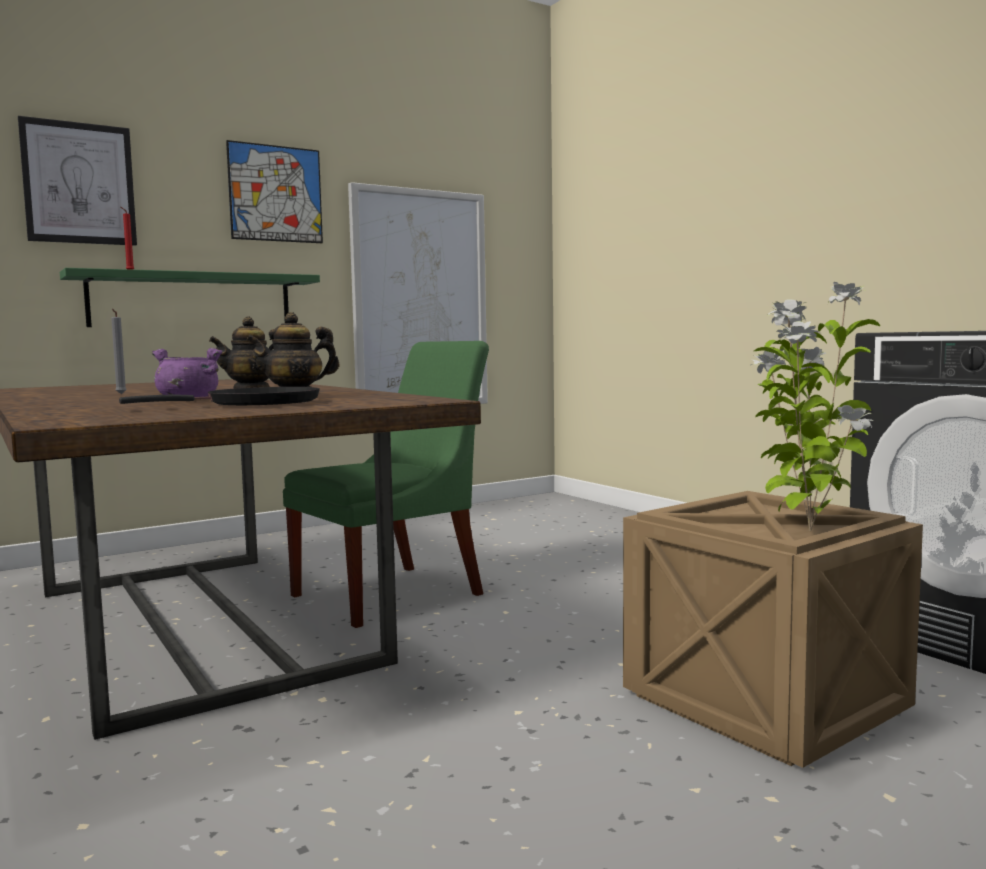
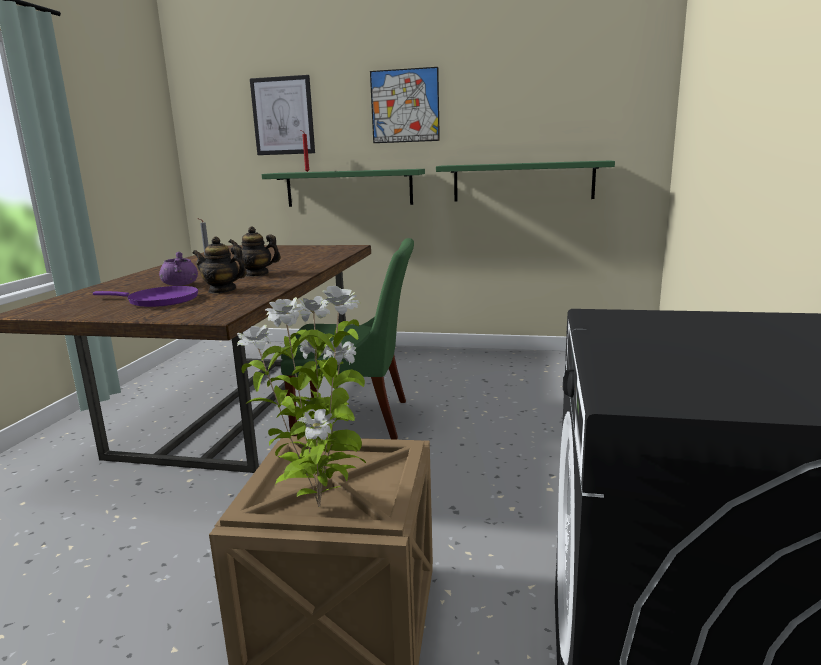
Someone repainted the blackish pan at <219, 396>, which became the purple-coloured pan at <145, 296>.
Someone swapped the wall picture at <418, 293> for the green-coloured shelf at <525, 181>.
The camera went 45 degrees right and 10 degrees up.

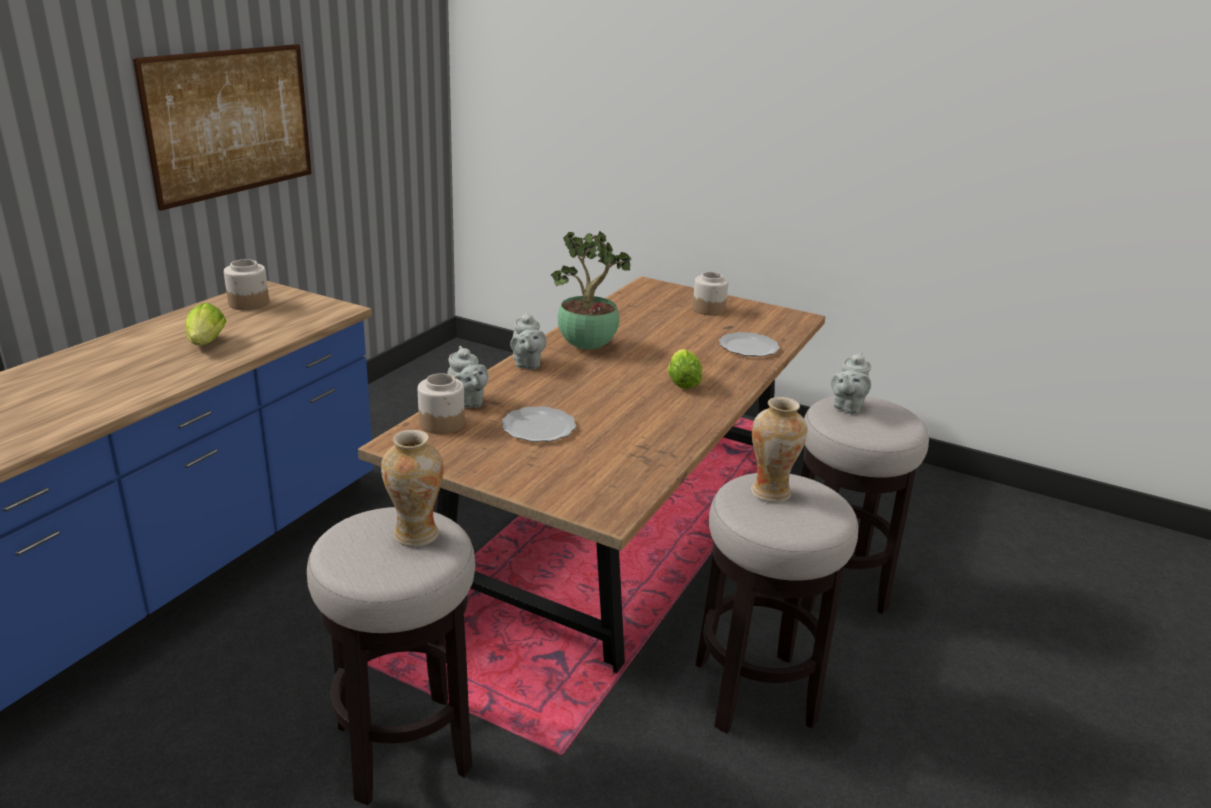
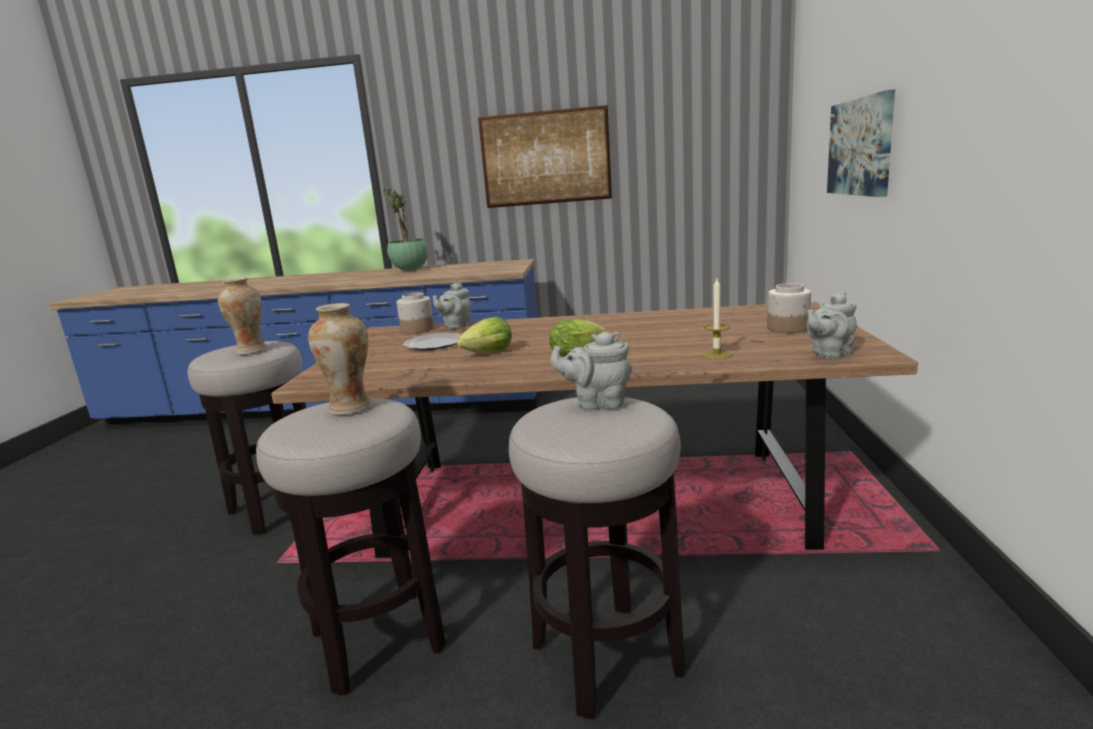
Someone carried the lettuce head from <205, 324> to <484, 335>.
Someone took away the jar at <246, 284>.
Someone carried the gray teapot from <528, 340> to <832, 325>.
Someone carried the plant in a pot from <591, 290> to <406, 230>.
Someone swapped the dinner plate at <749, 344> for the candle at <717, 318>.
Someone put up the wall picture at <861, 143>.
The camera went 70 degrees right and 10 degrees down.

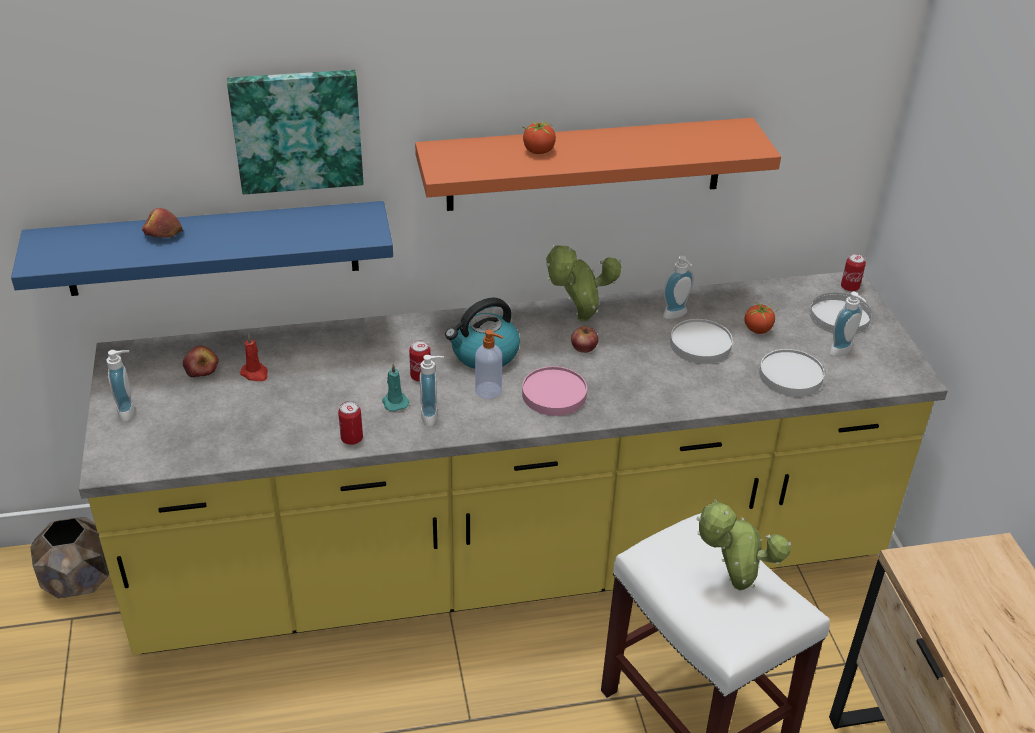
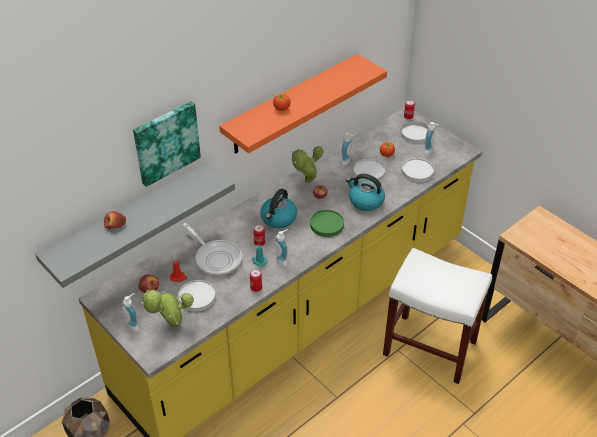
Someone repainted the blue shelf at <202, 248>, which became the gray shelf at <135, 224>.
Someone took away the soap bottle at <489, 364>.
Someone repainted the pink dinner plate at <554, 391>, which became the green-coloured dinner plate at <327, 223>.
Someone carried the plant in a pot from <743, 545> to <167, 309>.
Someone put down the white-coloured dinner plate at <197, 296>.
Someone put down the pan at <212, 249>.
Someone put down the tea kettle at <365, 192>.
The camera went 30 degrees left and 5 degrees up.

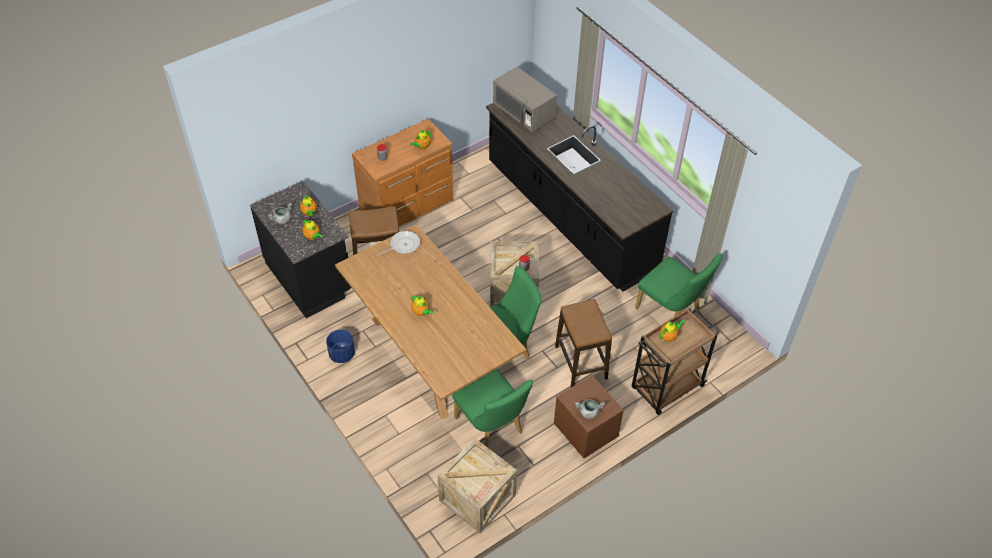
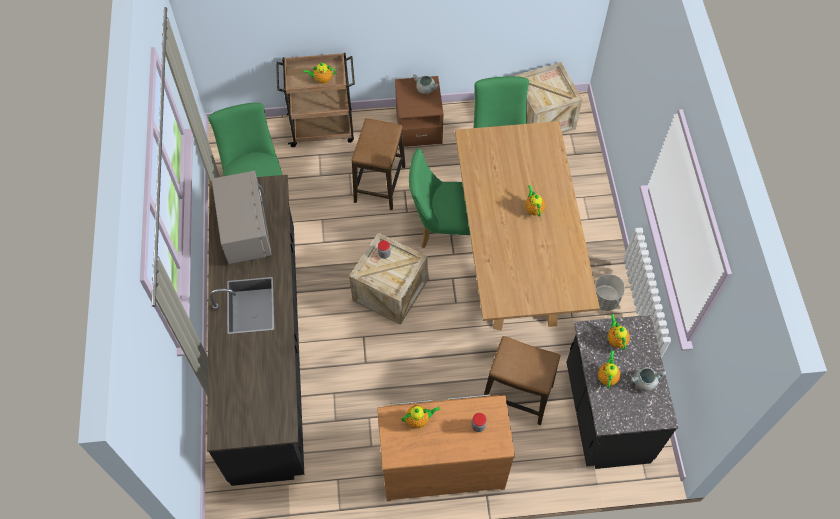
Someone repainted the blue planter at <340, 346>, which became the gray planter at <610, 292>.
Someone took away the pan at <398, 243>.
Someone carried the gray microwave from <525, 99> to <242, 217>.
The camera went 150 degrees left and 10 degrees up.

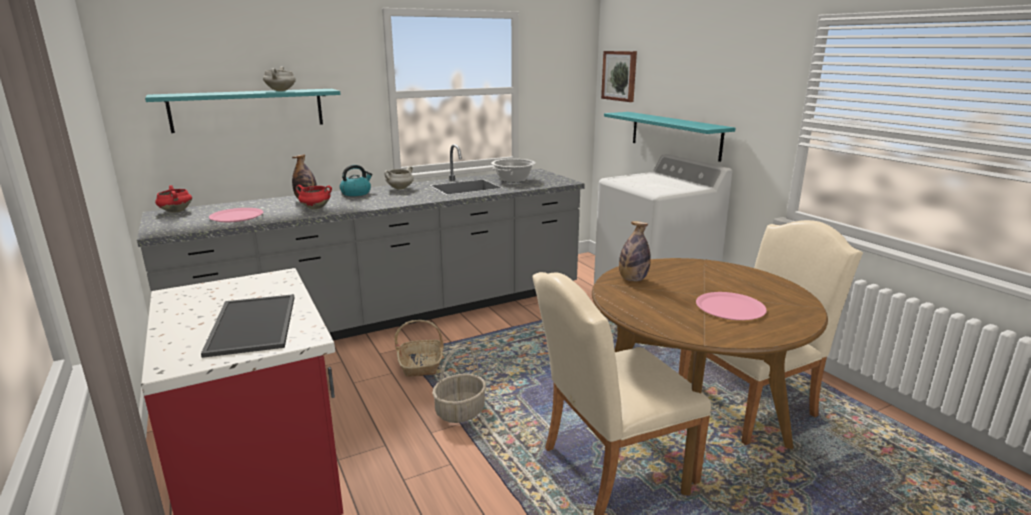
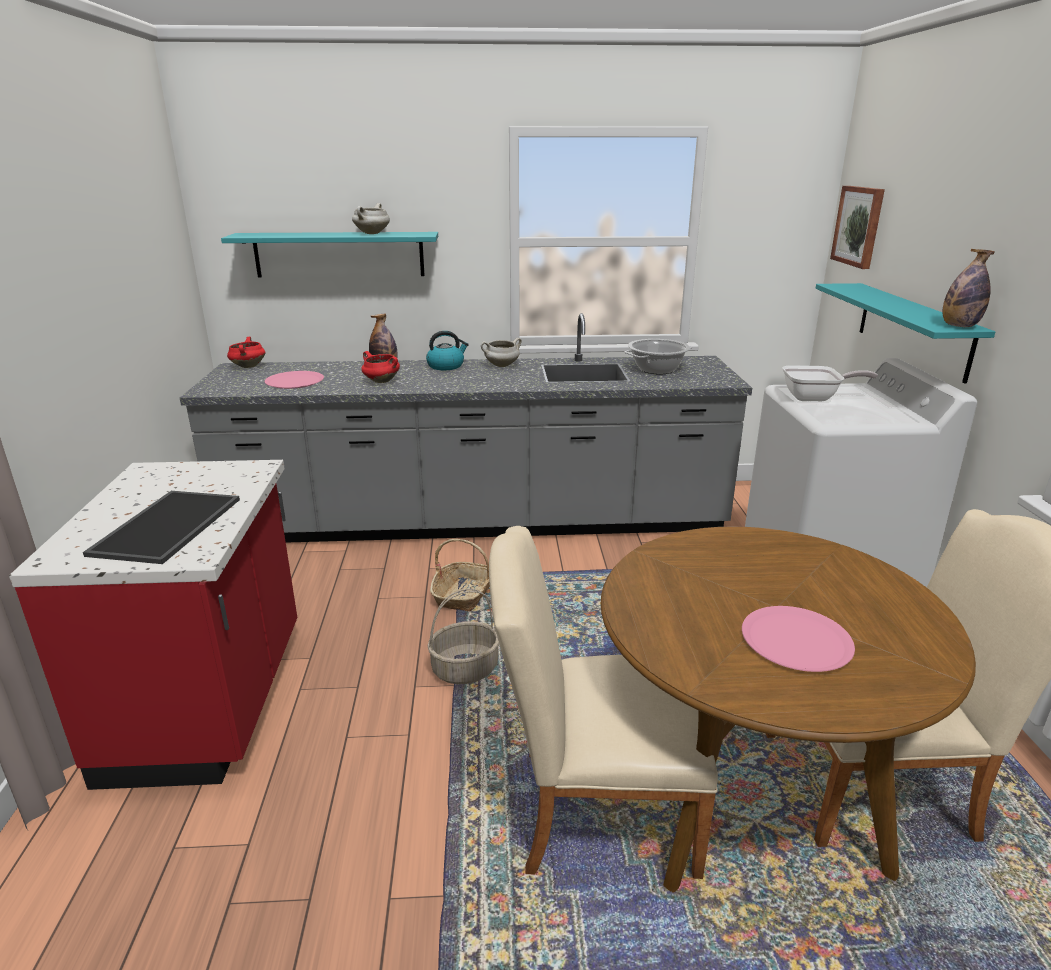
Someone carried the bottle from <635, 251> to <968, 288>.
Someone put down the pan at <830, 383>.
The camera went 25 degrees right and 5 degrees up.

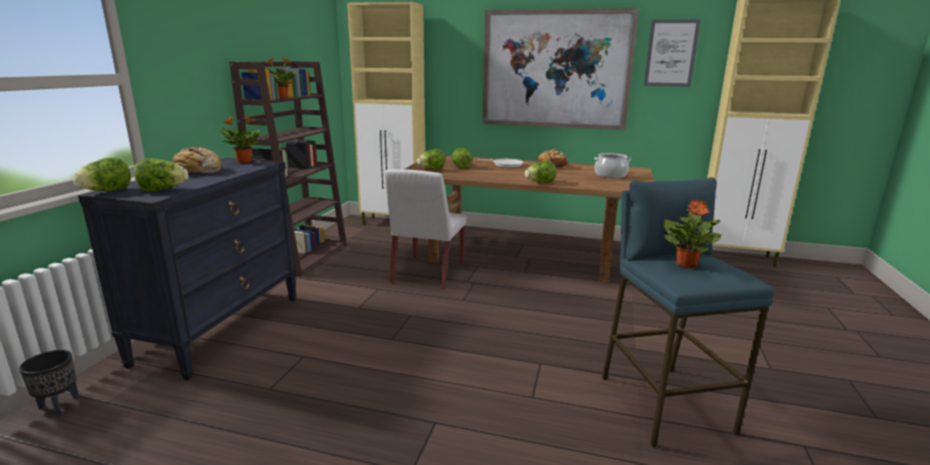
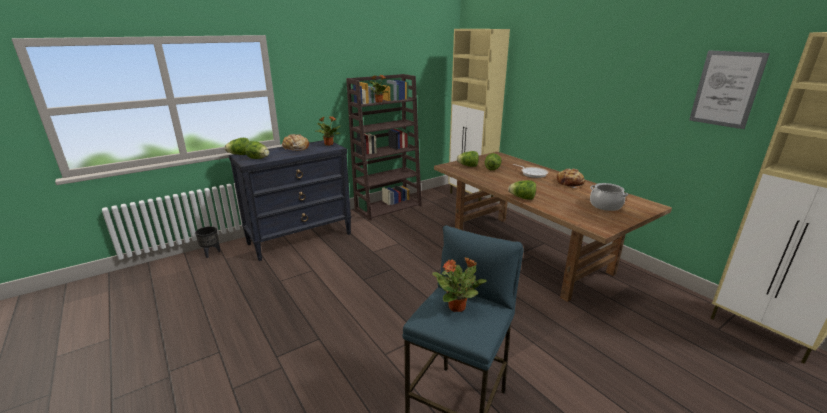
Someone took away the white-coloured upright chair at <425, 229>.
Someone took away the wall picture at <561, 69>.
The camera went 40 degrees right and 5 degrees up.

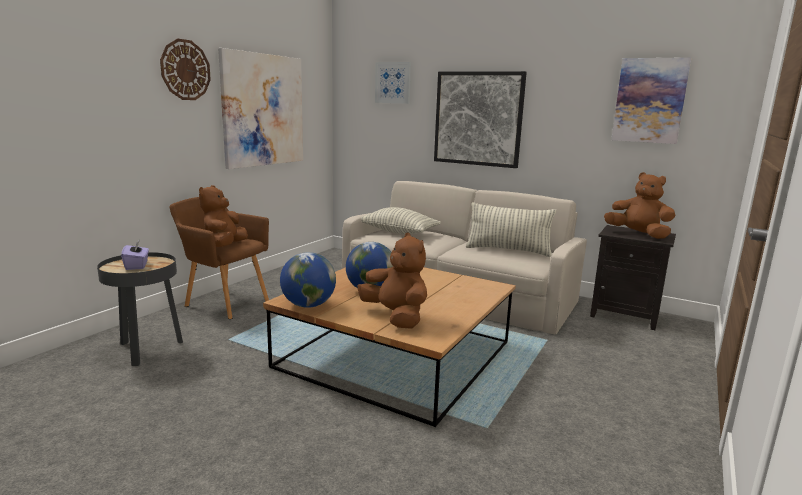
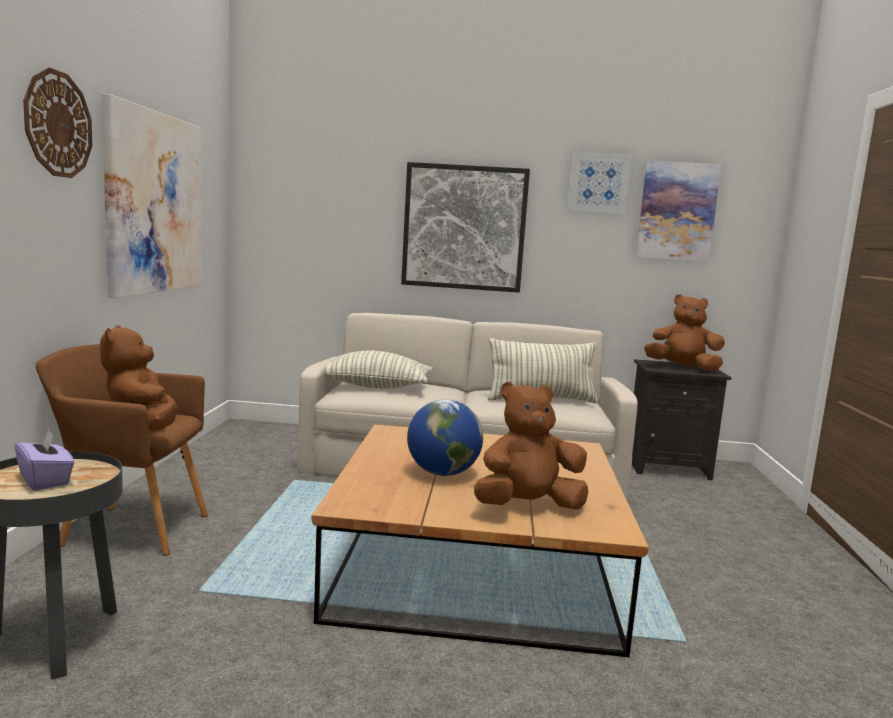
Someone took away the world globe at <308, 280>.
Someone rotated the brownish plush toy at <392, 281> by 45 degrees counterclockwise.
Someone carried the wall picture from <393, 83> to <600, 182>.
The camera went 25 degrees left and 5 degrees down.

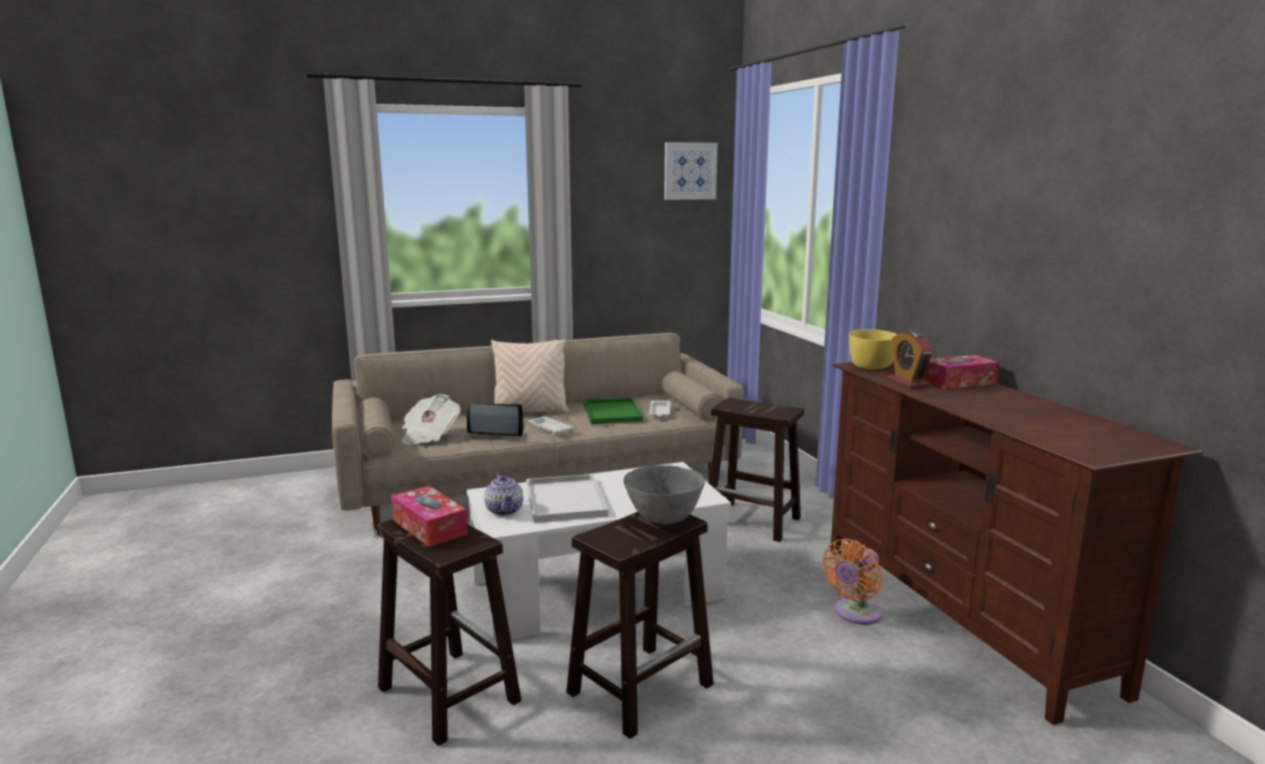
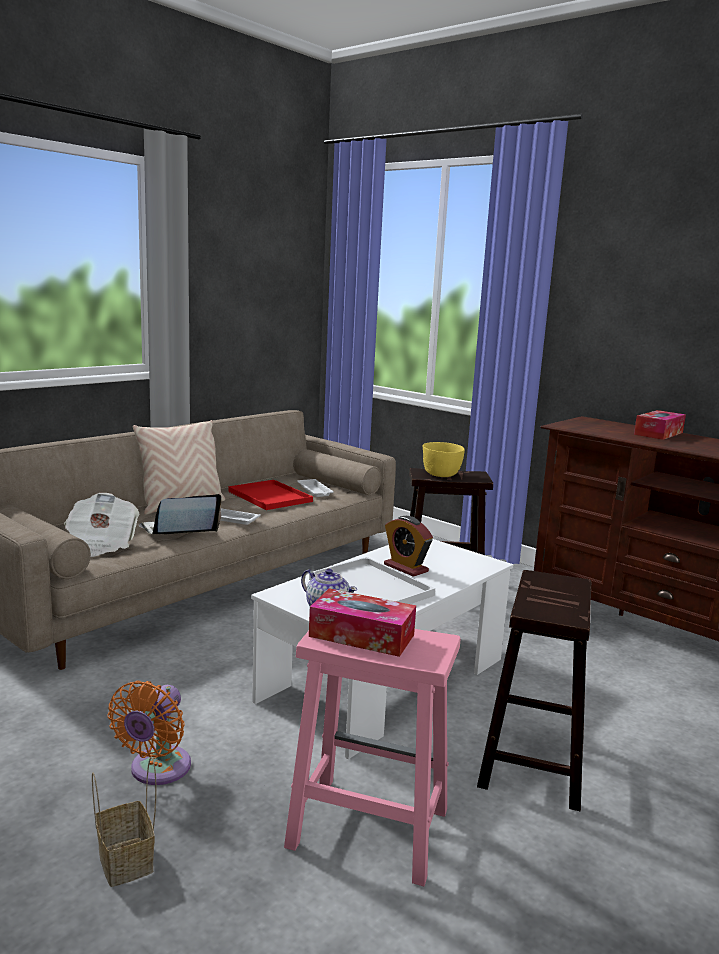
Someone repainted the brownish sitting stool at <449, 632>, which became the pink sitting stool at <372, 757>.
Someone repainted the green-coloured serving tray at <613, 411>, which became the red serving tray at <270, 495>.
Someone took away the gray bowl at <664, 494>.
Someone took away the wall picture at <691, 171>.
Someone carried the orange cooling fan from <852, 582> to <149, 733>.
Someone carried the yellow bowl from <873, 349> to <444, 459>.
Someone carried the bedside clock from <910, 359> to <408, 546>.
Someone put down the household basket at <124, 821>.
The camera went 30 degrees left and 0 degrees up.

